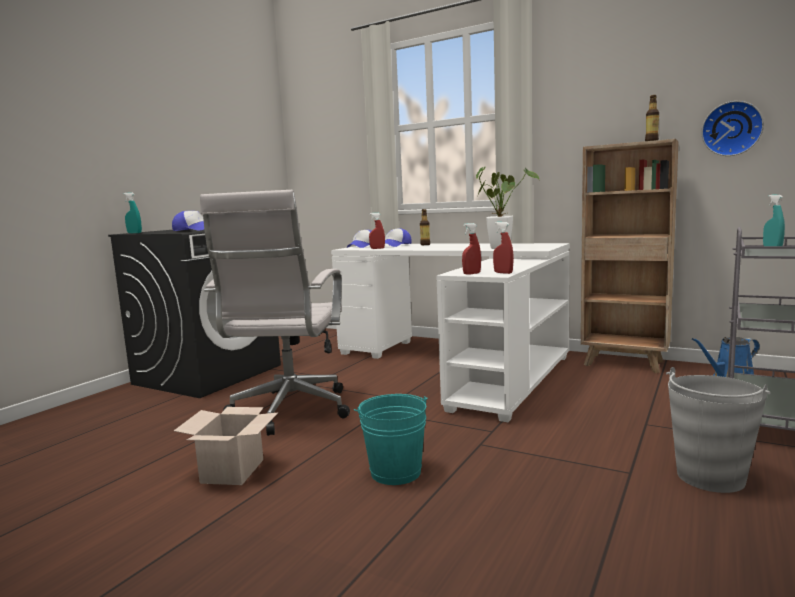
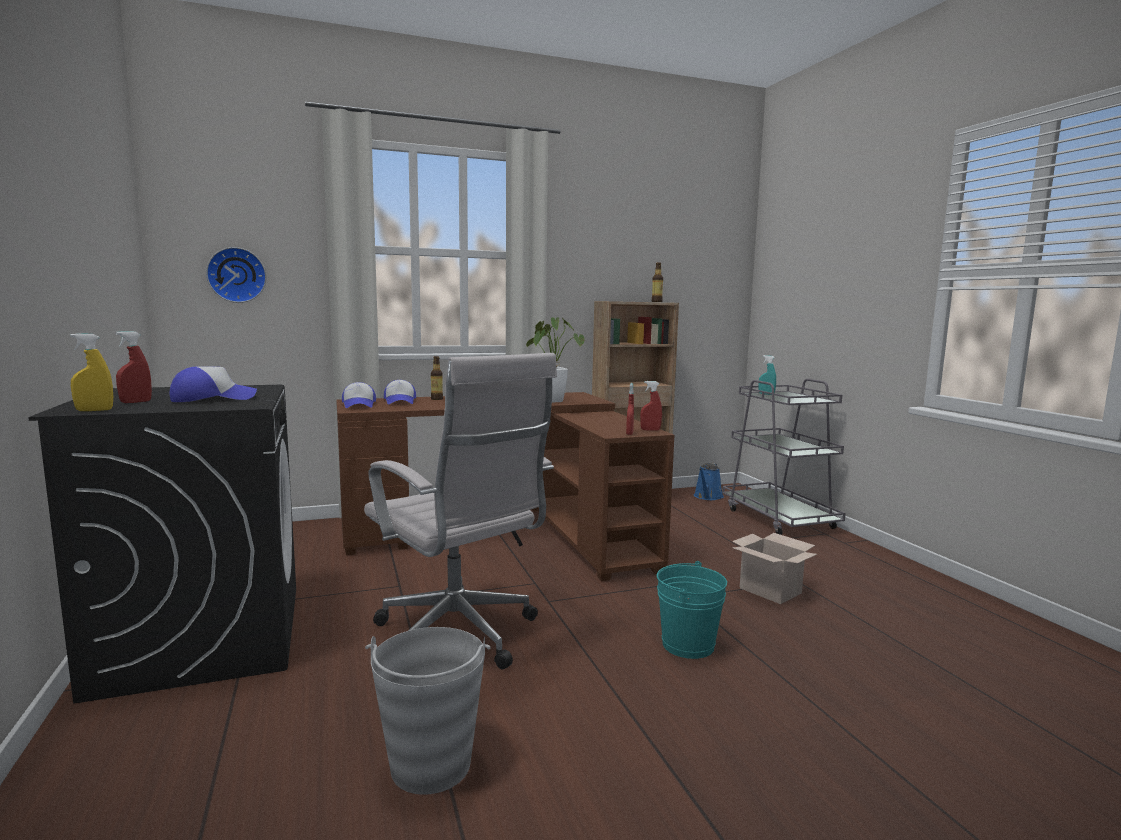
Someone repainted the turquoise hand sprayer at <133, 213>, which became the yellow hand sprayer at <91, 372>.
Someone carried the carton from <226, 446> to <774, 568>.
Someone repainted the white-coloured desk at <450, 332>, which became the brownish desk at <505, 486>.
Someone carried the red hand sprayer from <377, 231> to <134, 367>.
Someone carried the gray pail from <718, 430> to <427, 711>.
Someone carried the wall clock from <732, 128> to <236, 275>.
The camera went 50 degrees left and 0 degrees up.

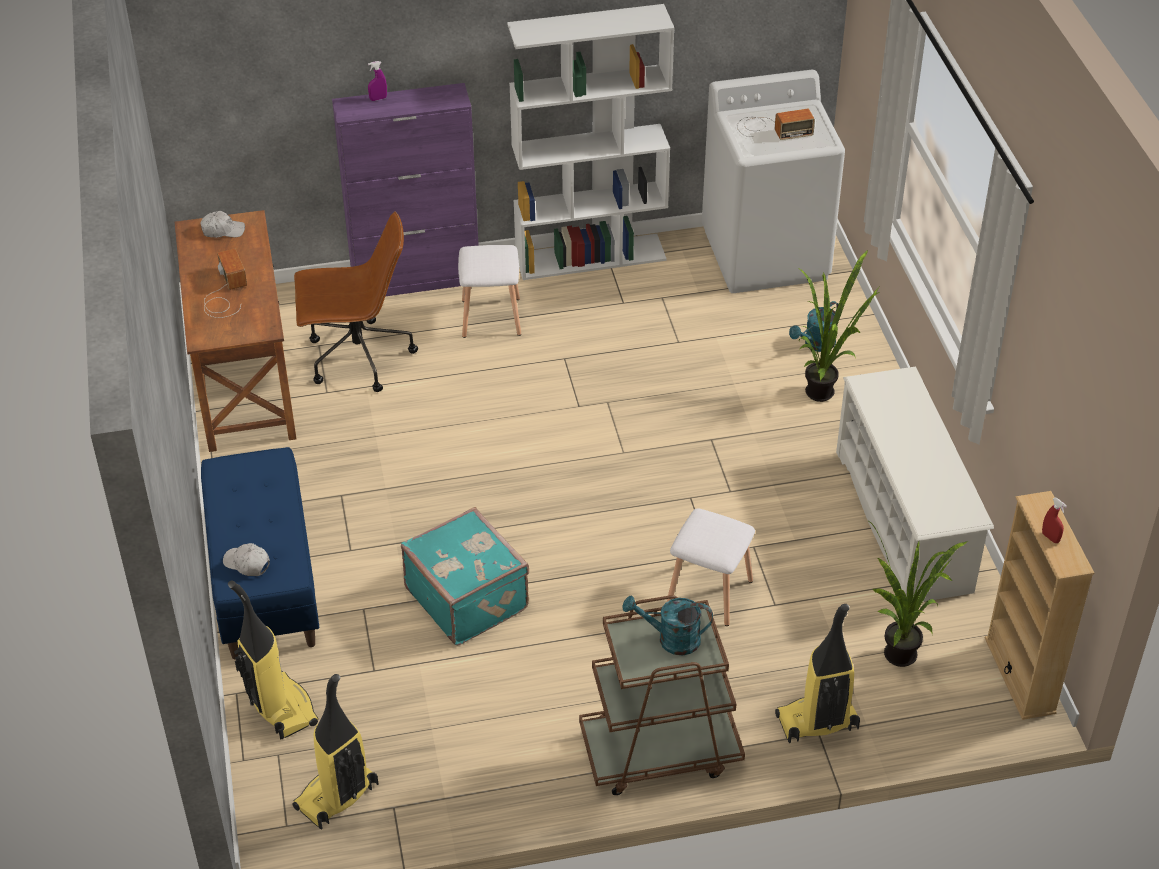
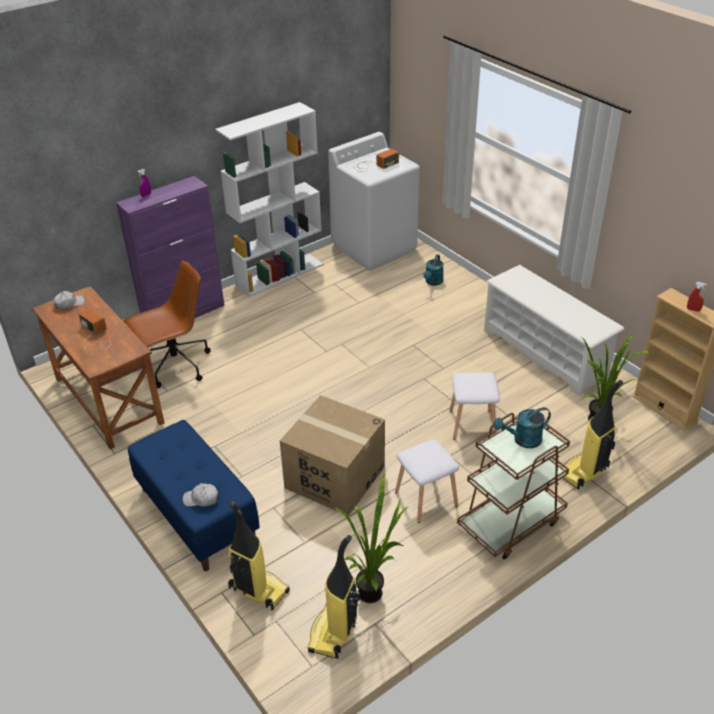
Someone swapped the turquoise suitcase at <465, 576> for the carton at <332, 455>.
Someone carried the white-coloured sitting stool from <489, 291> to <427, 481>.
Someone carried the plant in a pot from <839, 326> to <370, 538>.
The camera went 25 degrees left and 5 degrees down.

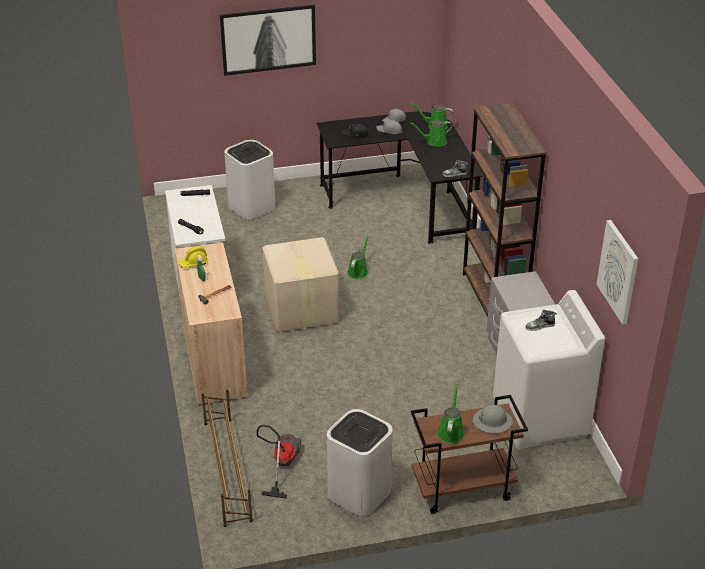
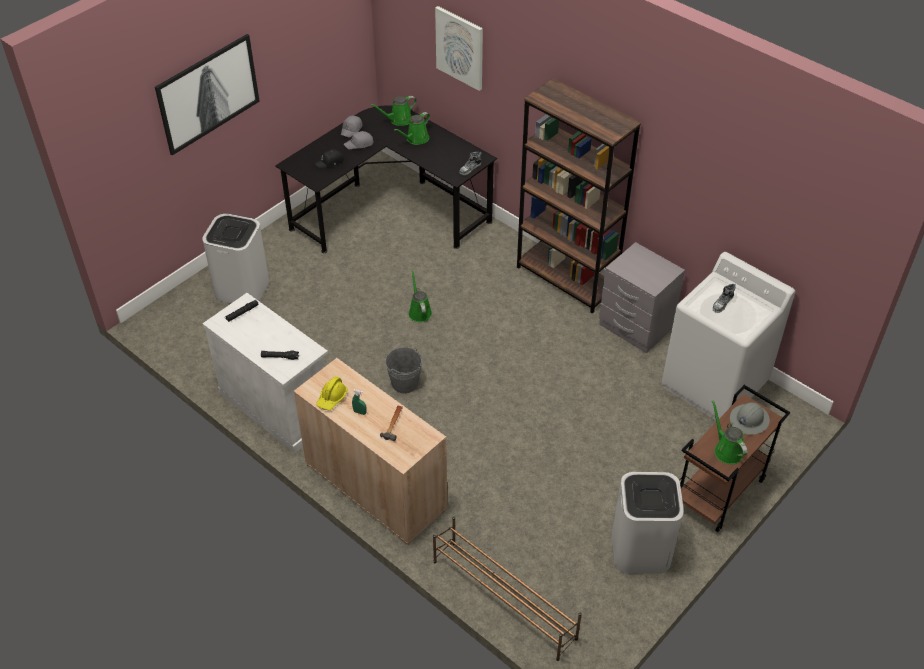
Someone took away the hoover at <279, 462>.
Someone swapped the carton at <300, 284> for the gray pail at <403, 370>.
Someone carried the wall picture from <617, 272> to <459, 48>.
The camera went 35 degrees left and 10 degrees up.

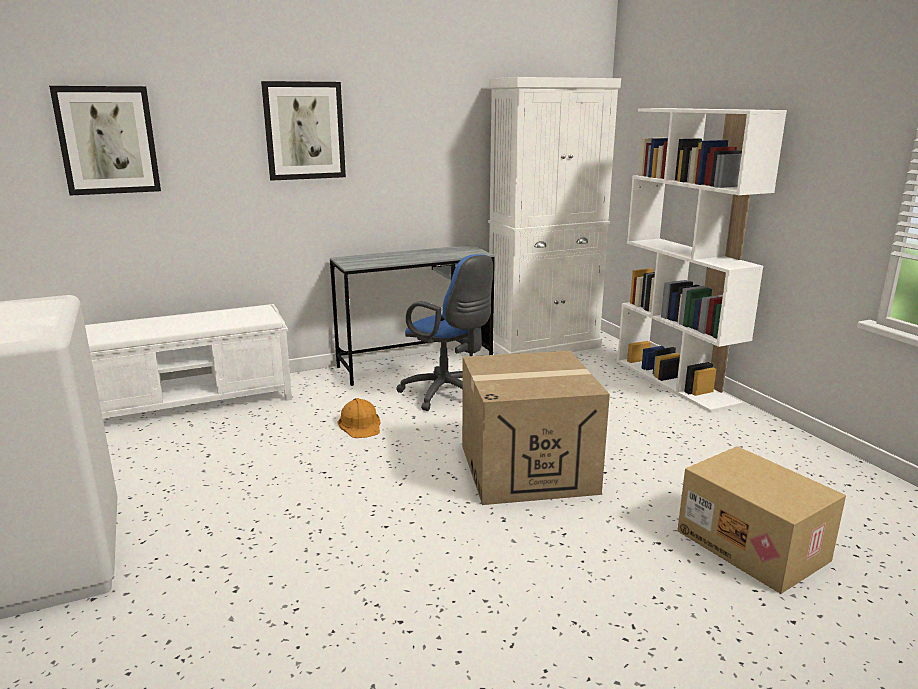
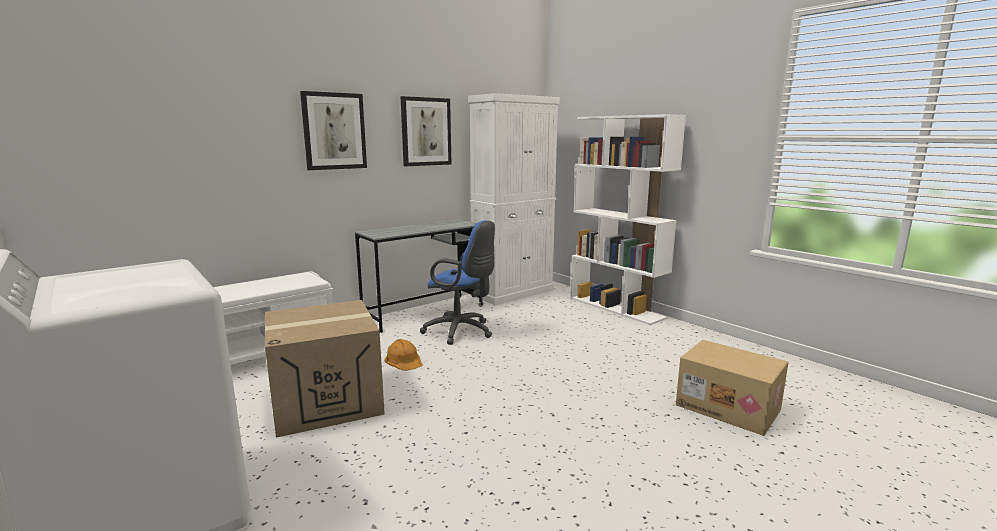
Someone carried the wall picture from <105, 141> to <426, 131>.
Someone carried the carton from <536, 428> to <325, 369>.
The camera went 15 degrees left and 5 degrees down.

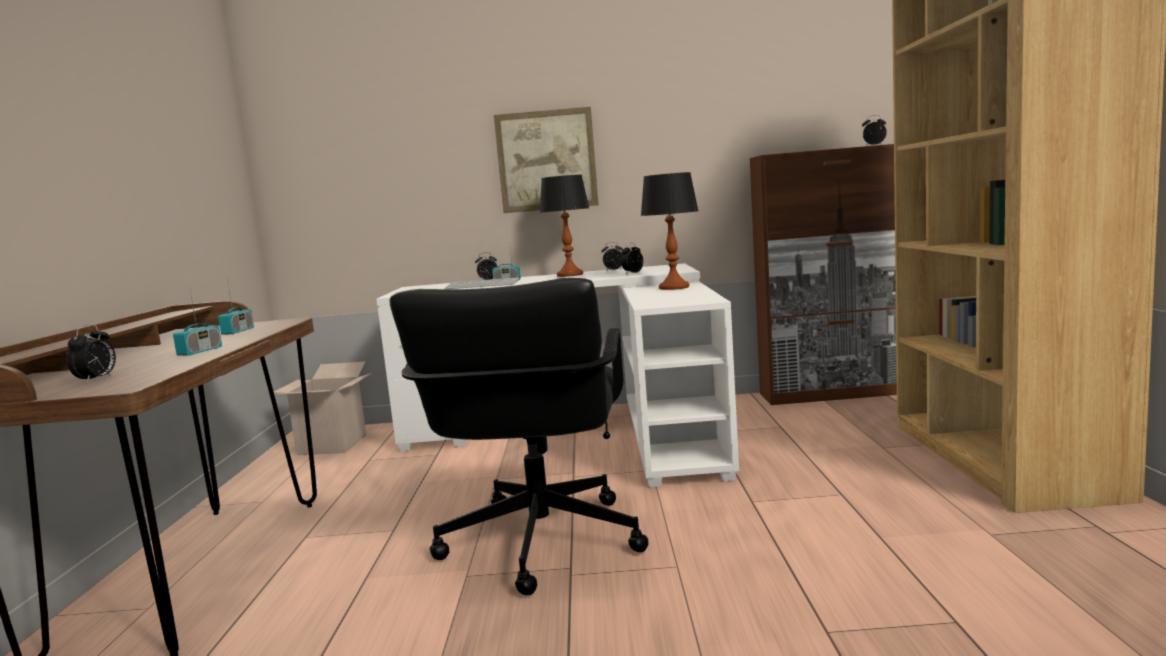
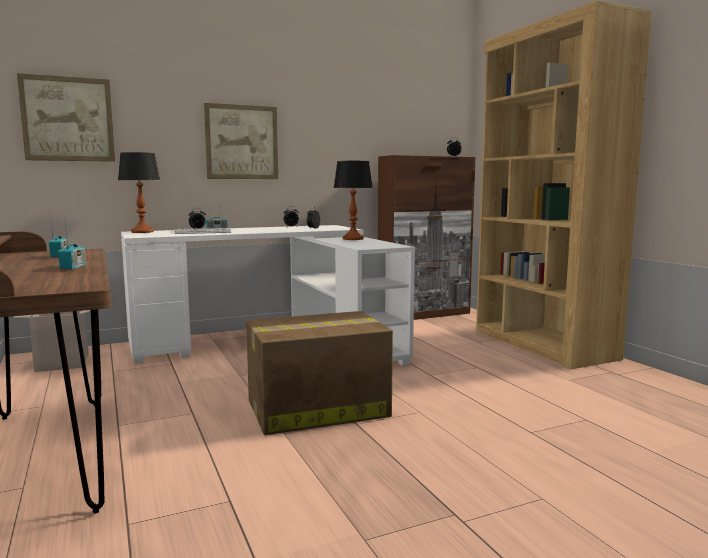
Someone took away the bedside clock at <91, 353>.
Someone swapped the blackish office chair at <518, 436> for the carton at <319, 373>.
Someone carried the lamp for a table from <564, 226> to <139, 192>.
Someone put up the wall picture at <66, 117>.
The camera went 25 degrees left and 0 degrees up.

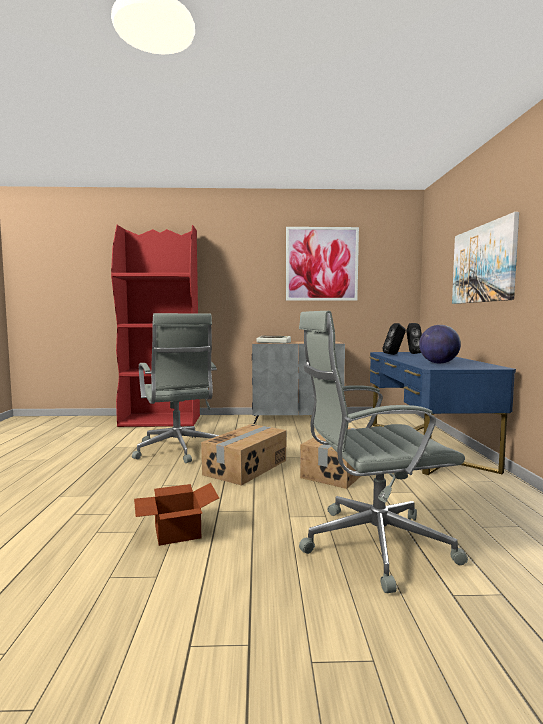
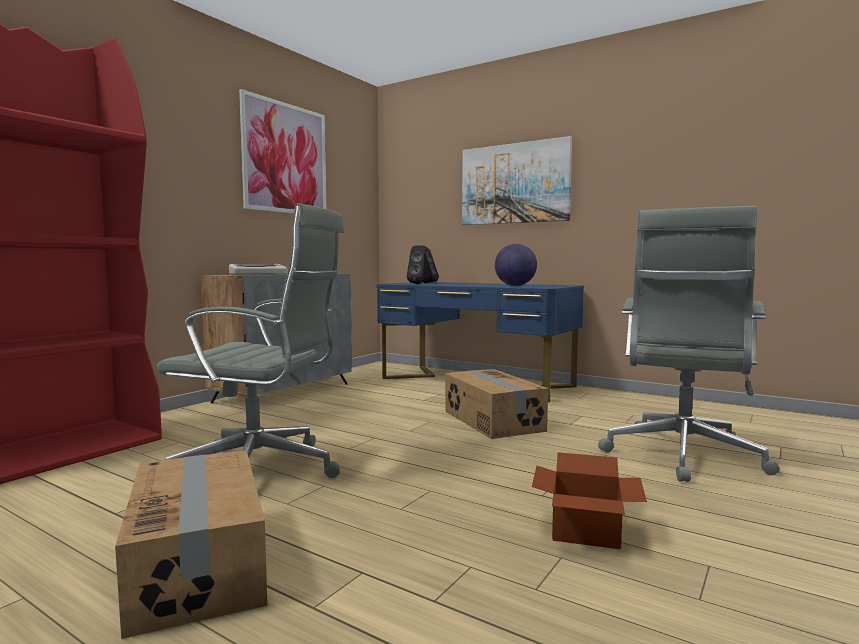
Someone carried the carton from <244, 455> to <191, 544>.
The camera went 55 degrees left and 0 degrees up.

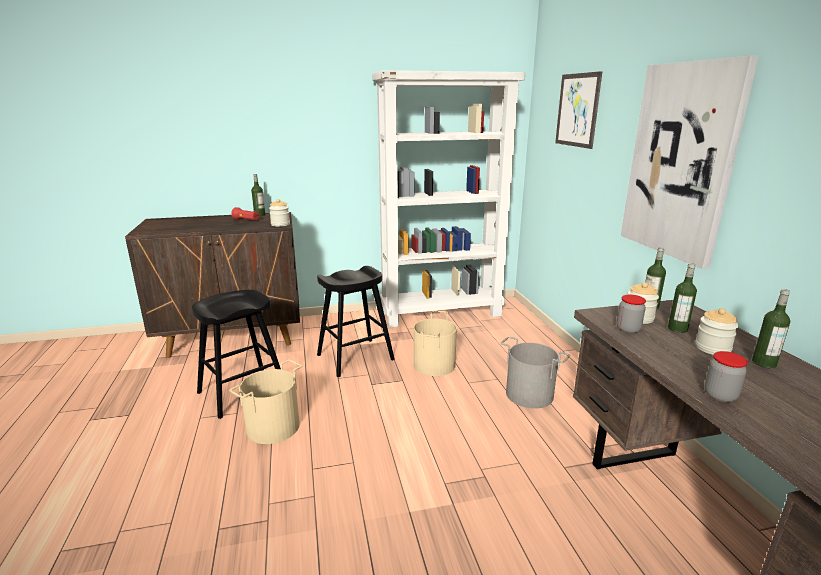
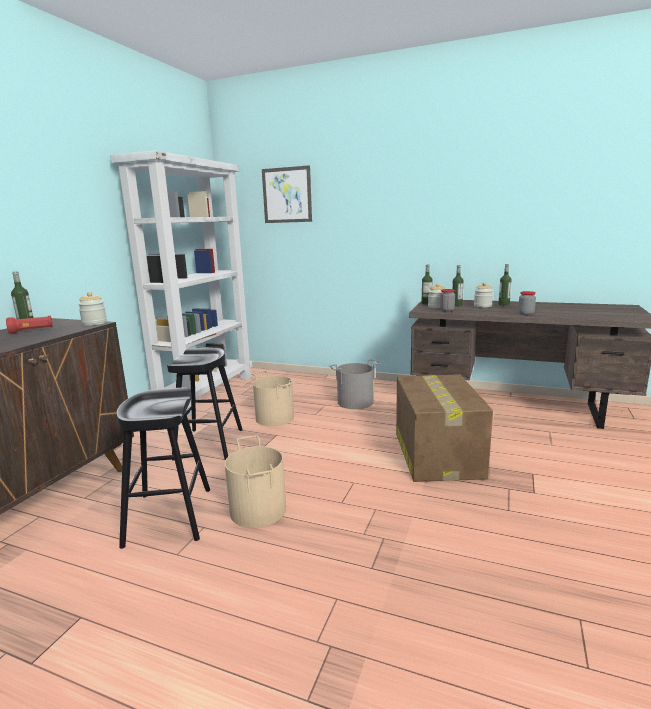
Someone took away the wall picture at <690, 162>.
Someone put down the carton at <444, 428>.
The camera went 55 degrees left and 5 degrees down.

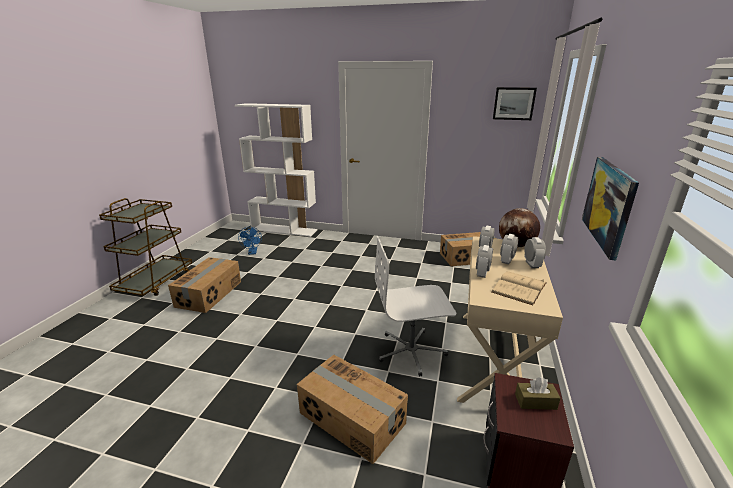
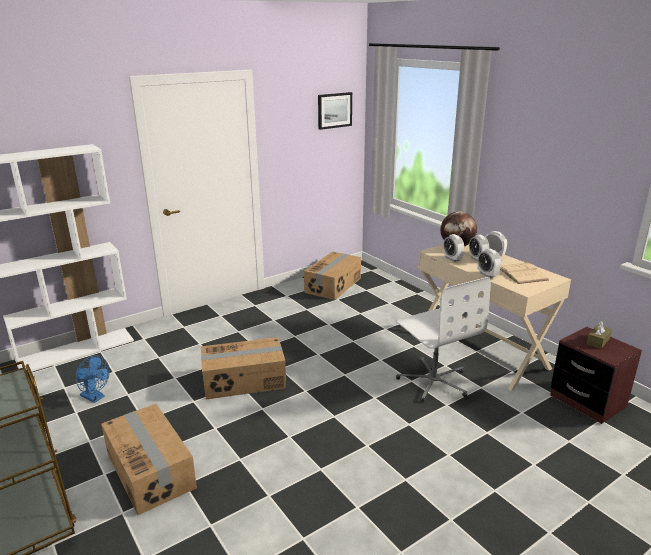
Someone carried the carton from <352, 409> to <243, 368>.
Someone rotated the white-coloured office chair at <415, 306> by 60 degrees counterclockwise.
Someone took away the wall picture at <610, 208>.
The camera went 50 degrees left and 0 degrees up.

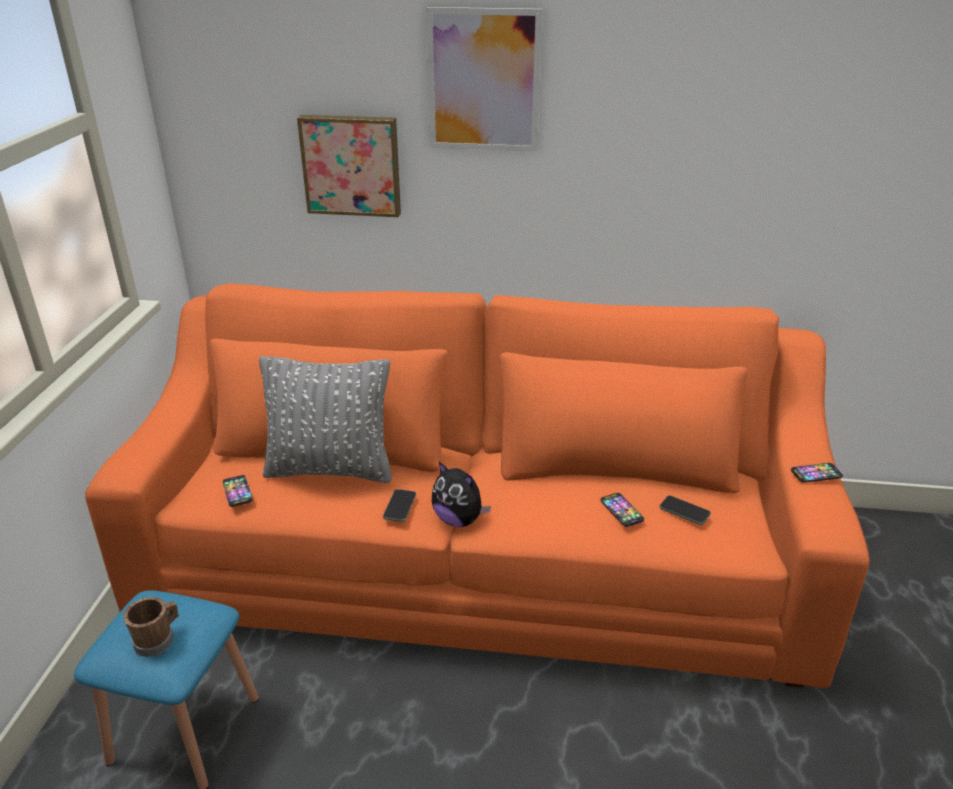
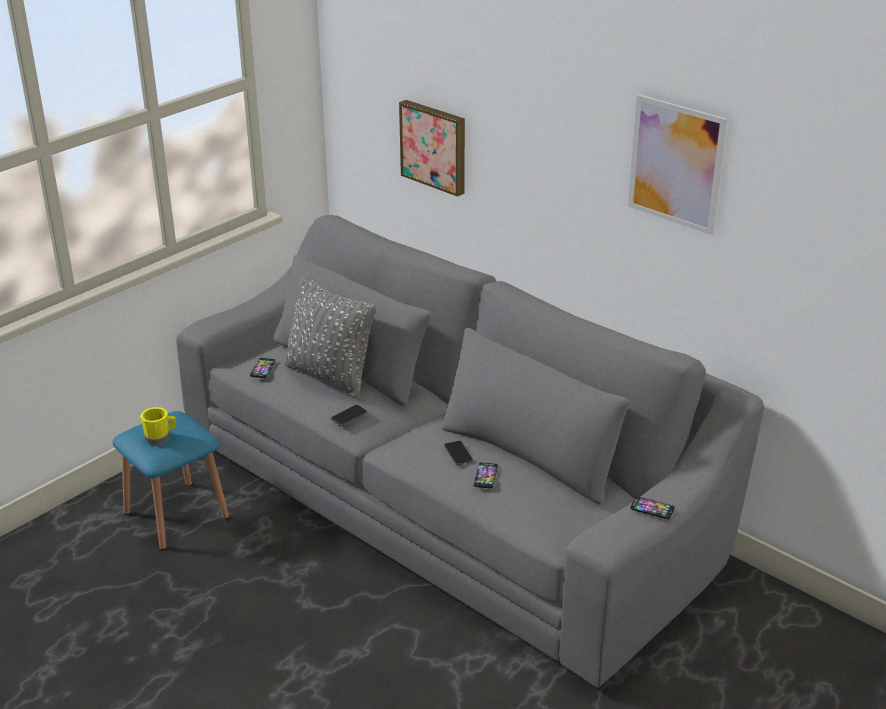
Someone repainted the orange sofa at <477, 485>, which became the gray sofa at <470, 451>.
Someone repainted the brownish tea mug at <151, 627>, which became the yellow tea mug at <158, 426>.
Someone carried the wall picture from <484, 79> to <677, 164>.
Someone took away the plush toy at <461, 494>.
Someone carried the handset from <685, 510> to <458, 453>.
The camera went 35 degrees right and 0 degrees up.

